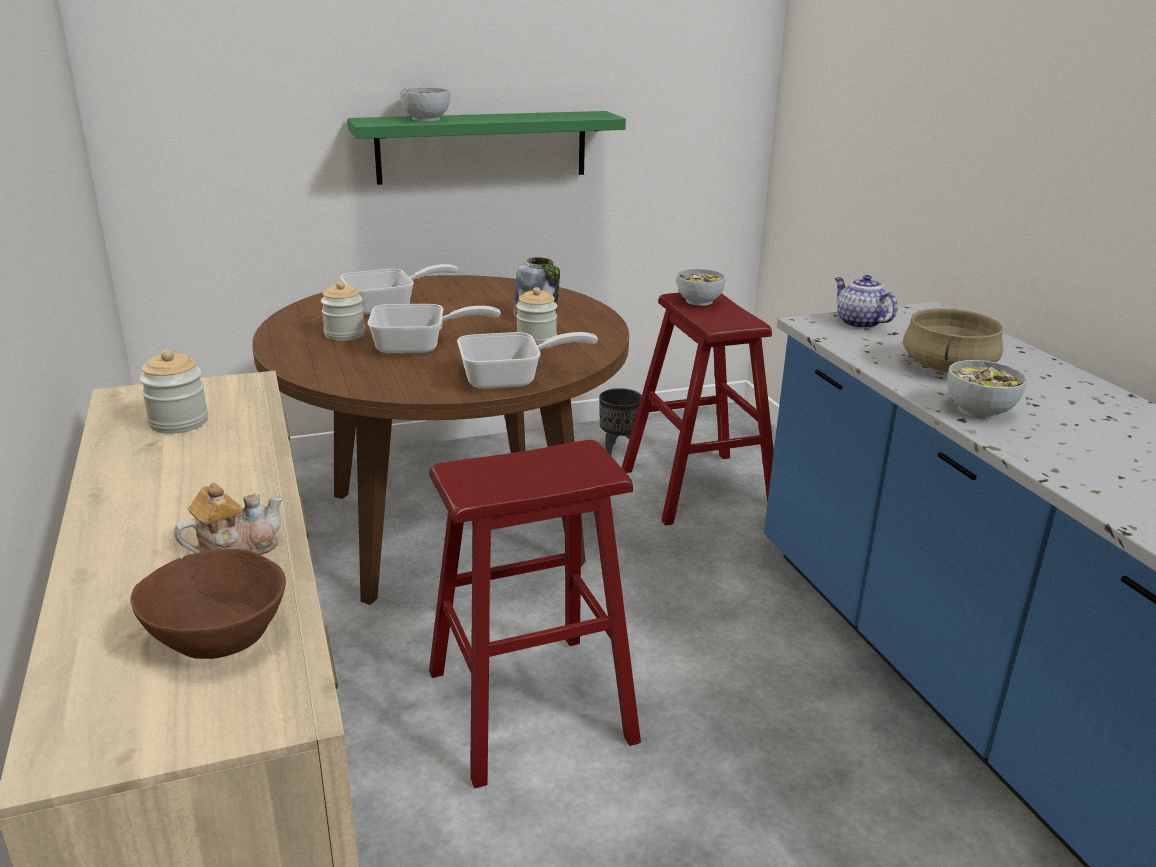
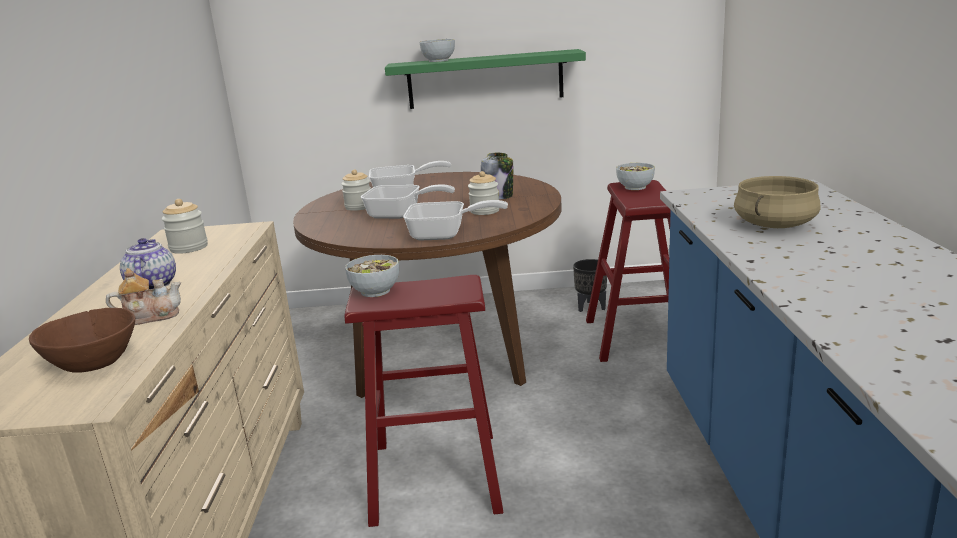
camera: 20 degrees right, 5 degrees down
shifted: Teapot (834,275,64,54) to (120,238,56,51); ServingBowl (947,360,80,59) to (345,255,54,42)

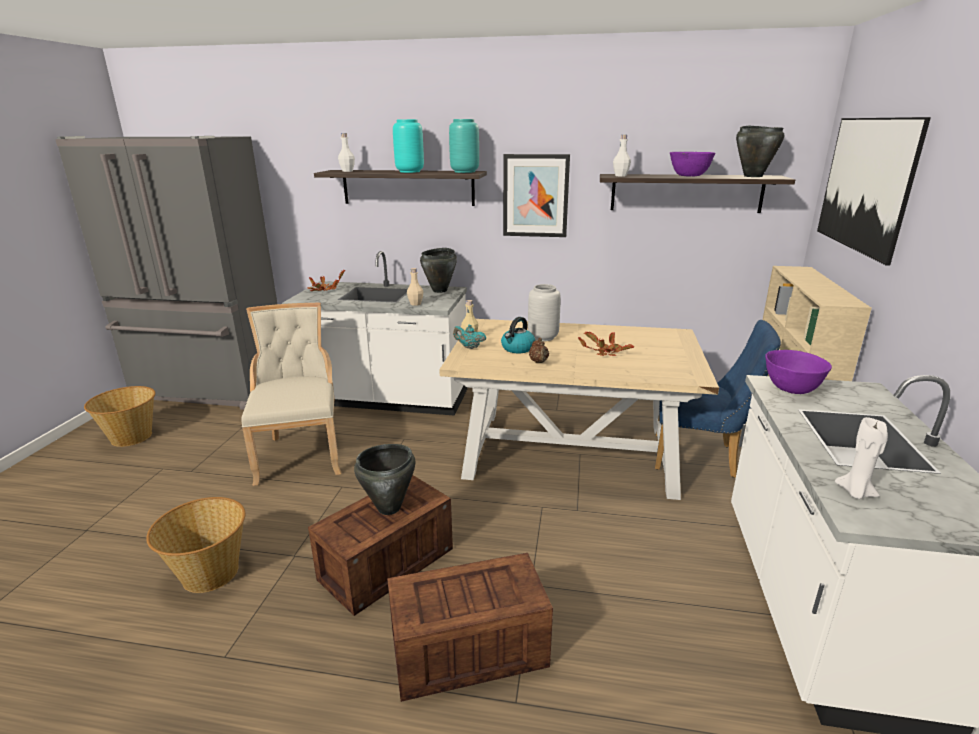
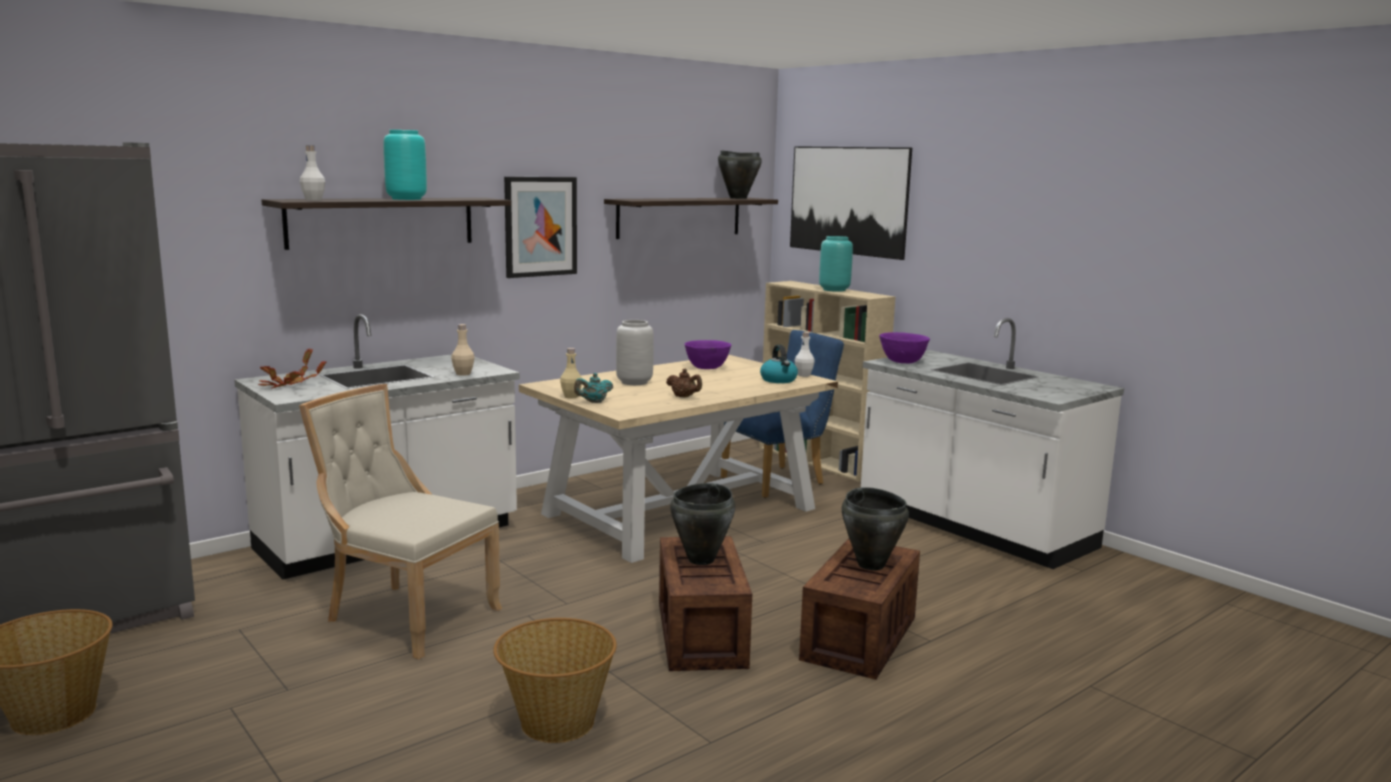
camera: 50 degrees left, 10 degrees down
gone: Houseplant (578,332,56,24); WhiteWaxLight (835,417,53,82)
shifted: BlueGreenFlowerVase (449,119,30,54) to (819,236,34,56); WhiteBeverageBottle (613,135,18,41) to (795,332,20,45); PurpleColouredServingBowl (670,152,45,24) to (684,340,47,29); BlackColouredStockpot (420,248,37,45) to (842,487,67,83); WaterKettle (501,317,35,36) to (760,345,38,38)

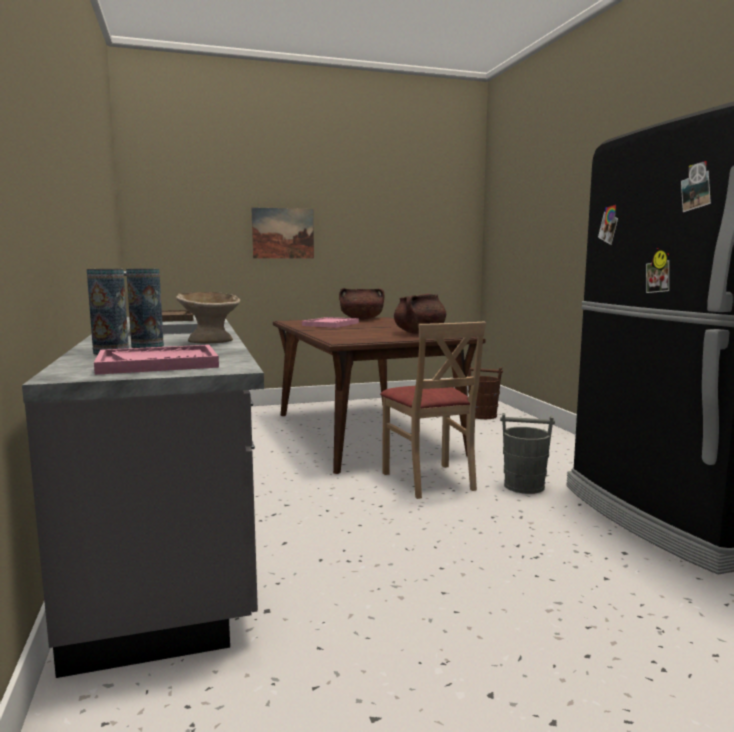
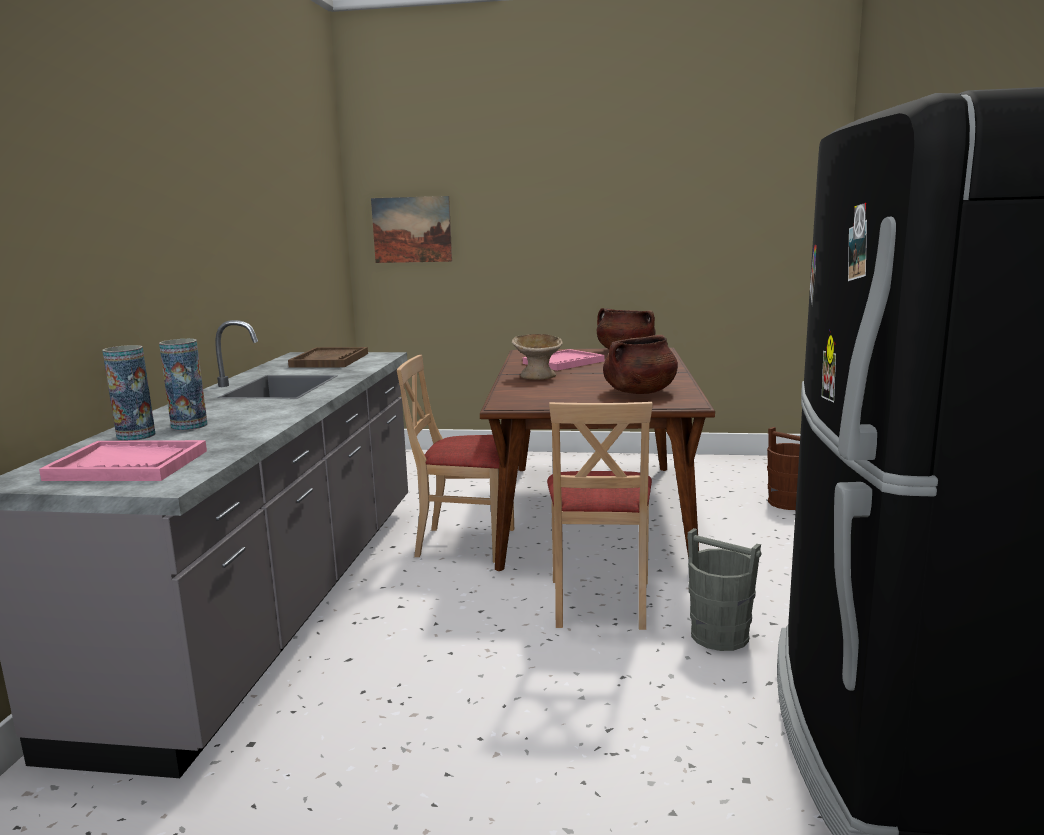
camera: 25 degrees right, 5 degrees up
new: BeigePlainChair (397,355,117,208)
shifted: Picture (251,207,63,52) to (371,196,81,67); BeigeServingBowl (176,292,64,51) to (512,334,51,46)

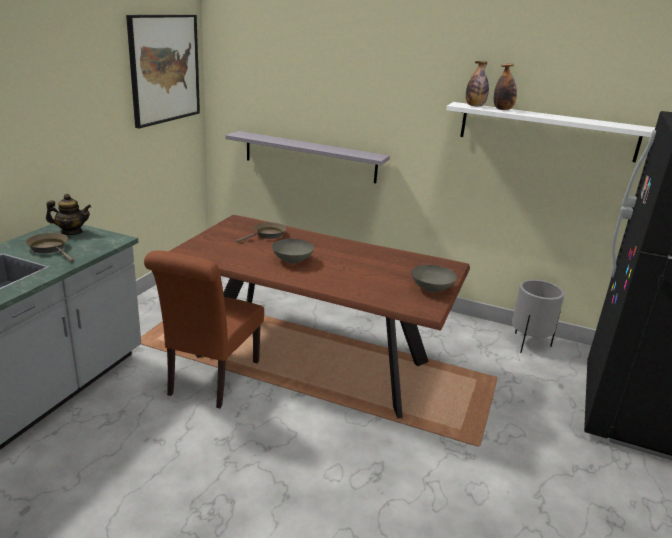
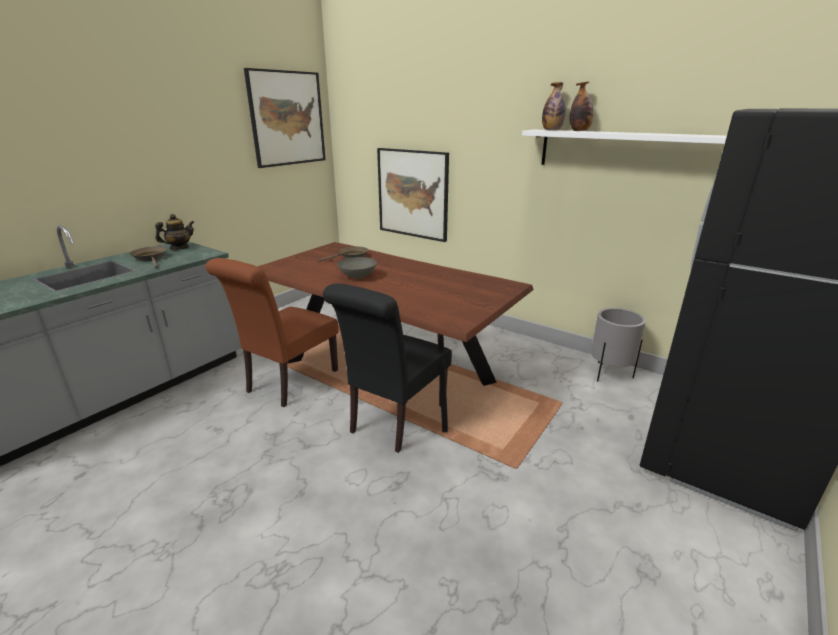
camera: 15 degrees right, 0 degrees up
gone: GreyishServingBowl (412,265,45,28)
new: BlackColouredPlainChair (323,284,129,169)
swapped: GreyishShelf (225,131,165,52) to Picture (377,148,72,94)
rotated: Teapot (46,194,46,41) = (155,214,40,36) 45 degrees counterclockwise

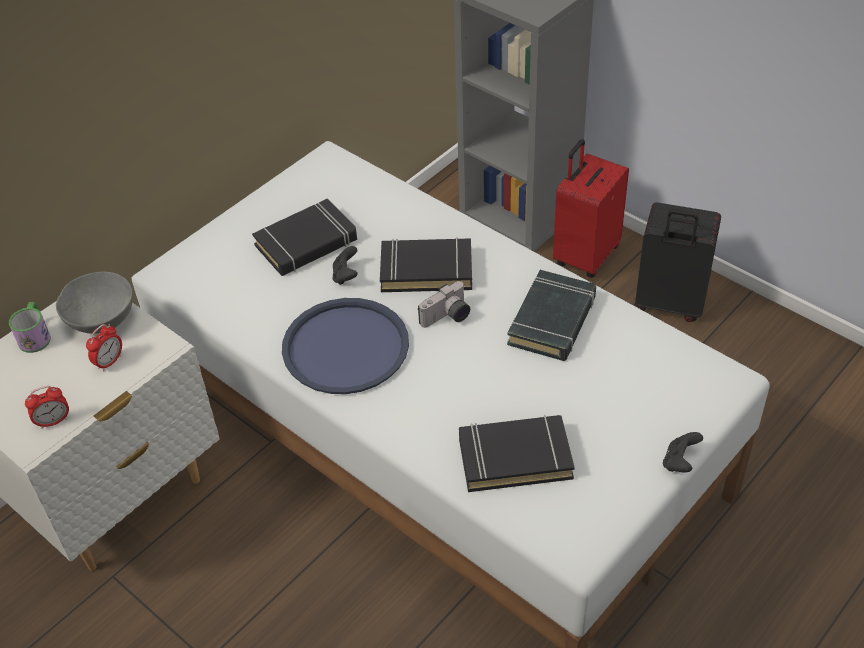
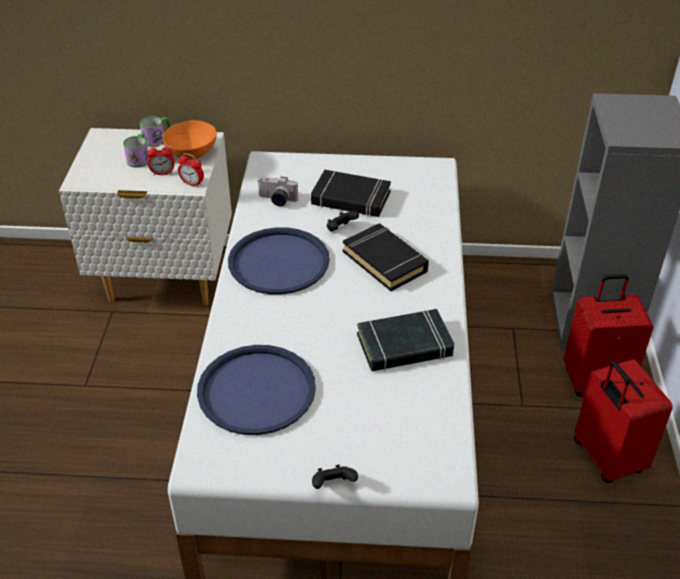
camera: 50 degrees right, 5 degrees down
new: TeaMug (123,134,26,34)
shifted: StillCamera (418,281,52,47) to (257,176,41,30); TableClock (25,386,44,43) to (178,153,26,34)
swapped: BlackColouredBoundBook (459,415,116,77) to BlueColouredServingTray (197,345,119,90)
repainted: BlackColouredTravelCase (634,202,87,120) to RedColouredTravelCase (574,359,99,124); GreyishServingBowl (56,272,77,62) to OrangeColouredServingBowl (163,120,54,40)

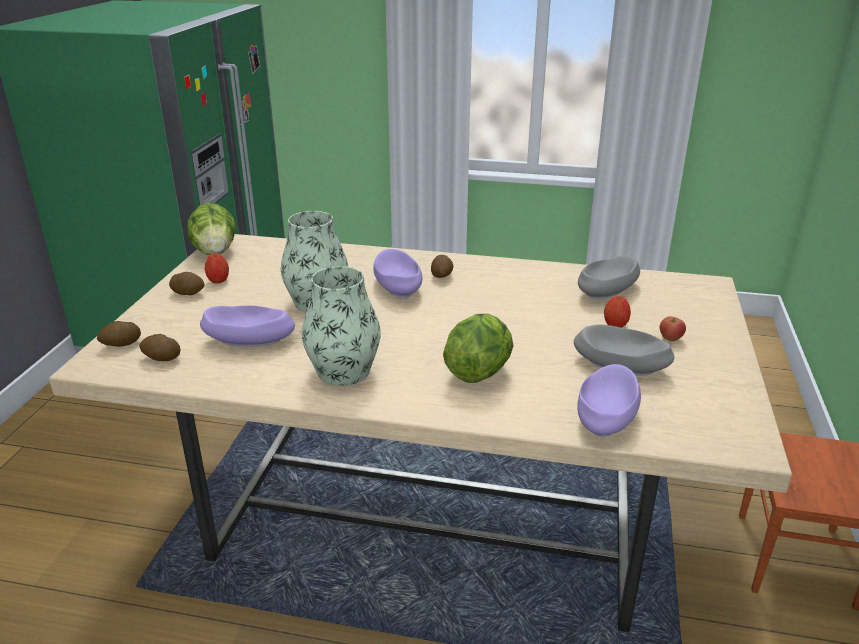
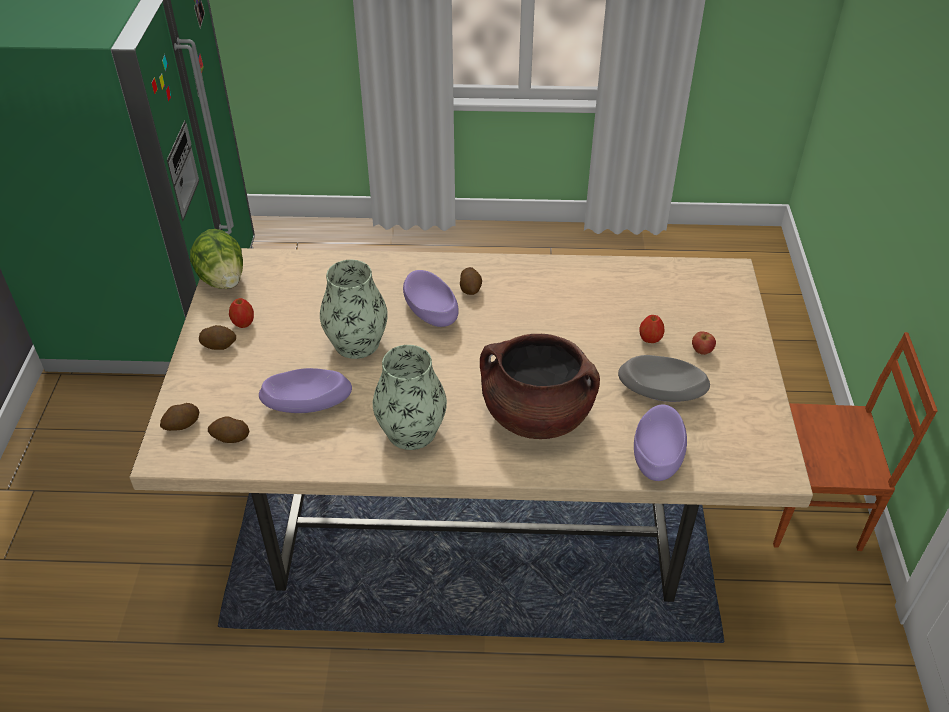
camera: 10 degrees left, 15 degrees up
gone: GreyishServingBowl (578,256,62,44)
swapped: Lettuce (443,314,71,69) to BrownishStockpot (480,334,120,105)

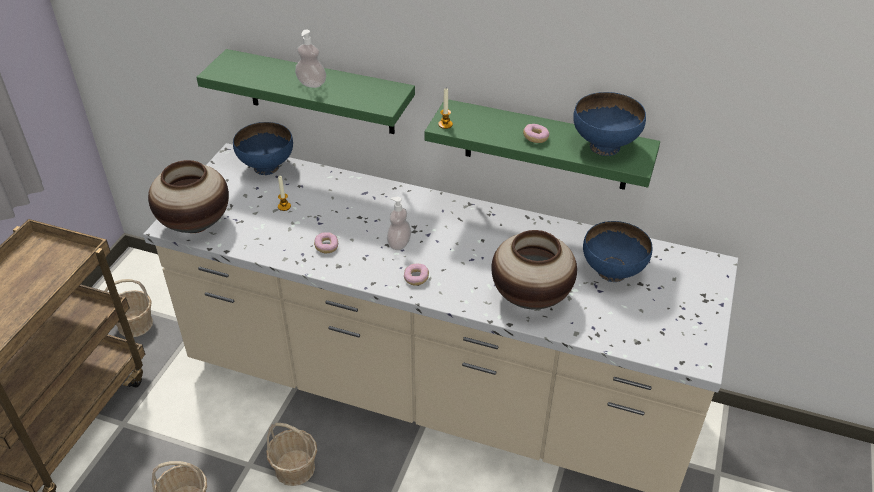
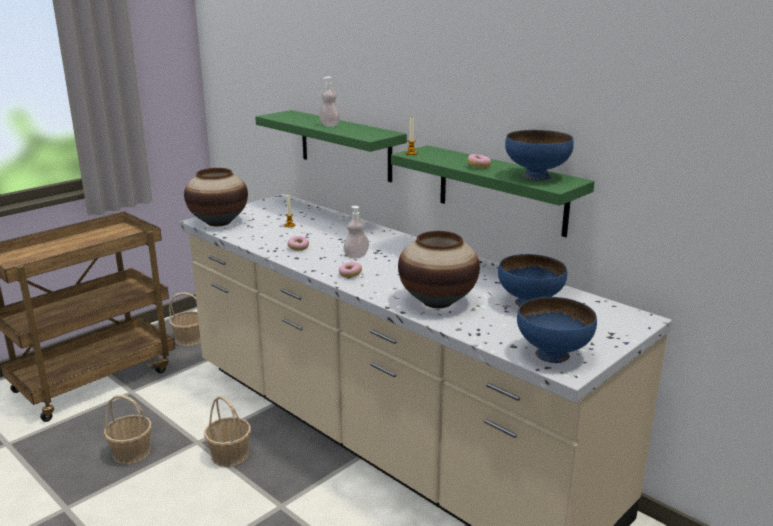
camera: 25 degrees right, 20 degrees down
shifted: BlueColouredServingBowl (233,122,60,53) to (517,297,80,66)

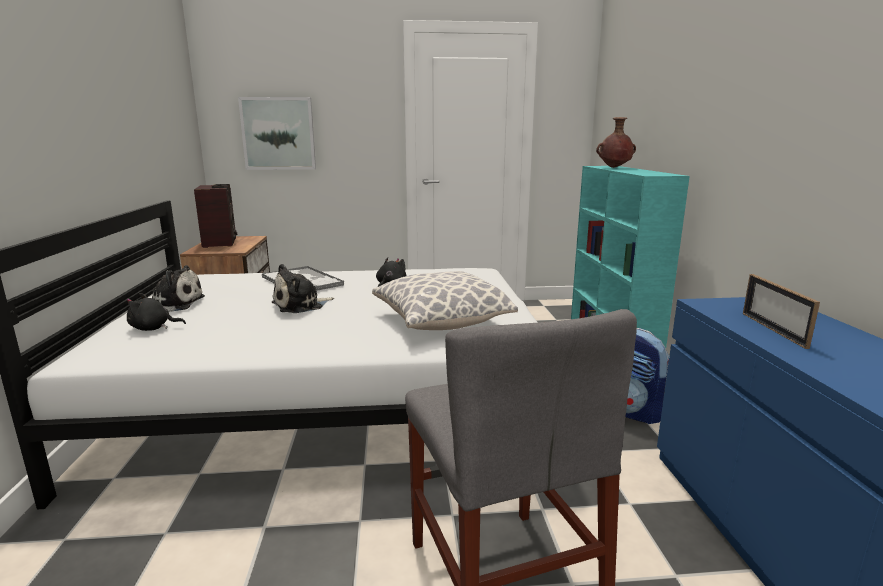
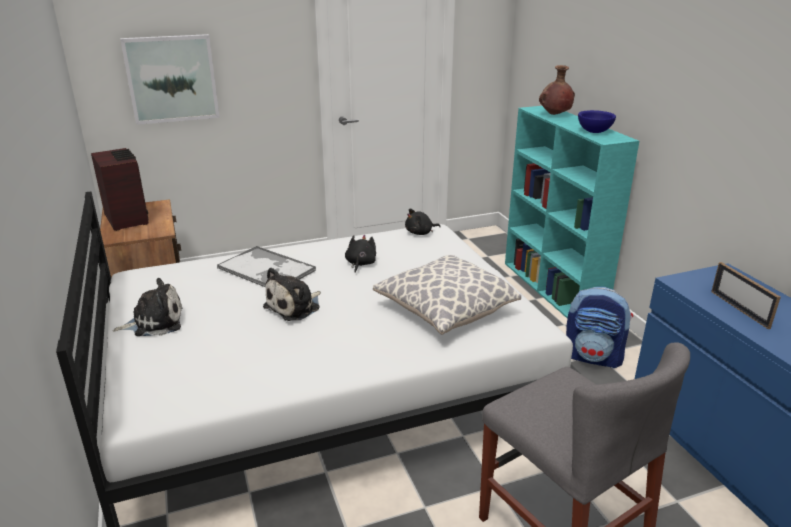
camera: 15 degrees left, 10 degrees up
new: BlueColouredServingBowl (578,110,38,23)
shifted: BlackColouredPlushToy (127,293,59,38) to (405,208,36,27)

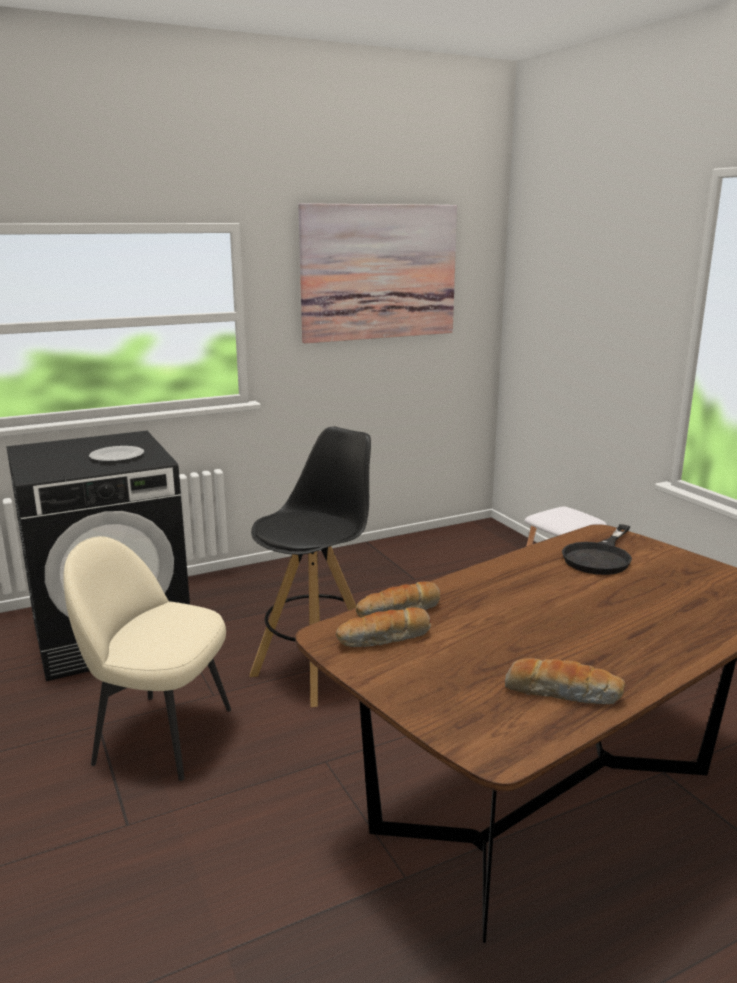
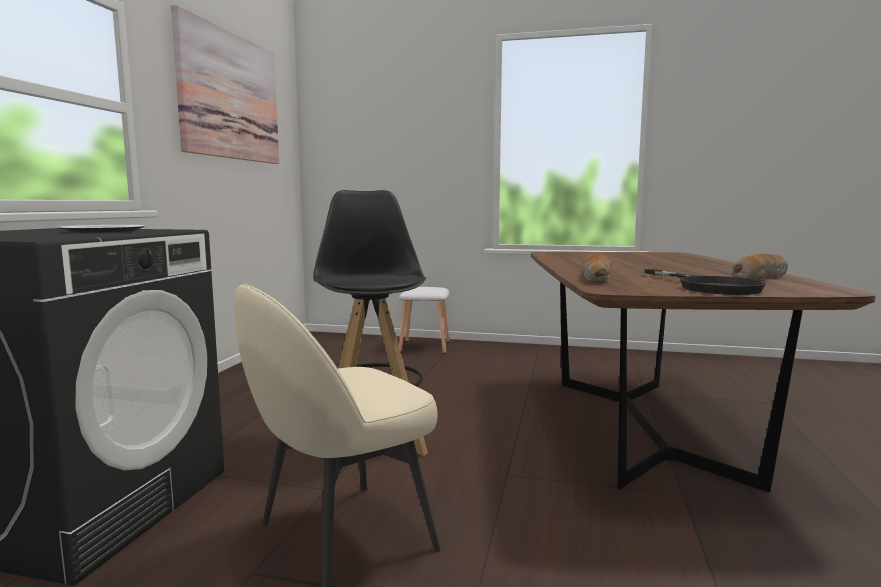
camera: 50 degrees left, 10 degrees down
gone: Bread (336,607,95,40)
shifted: BlackColouredSkillet (562,524,70,51) to (644,269,122,26)

